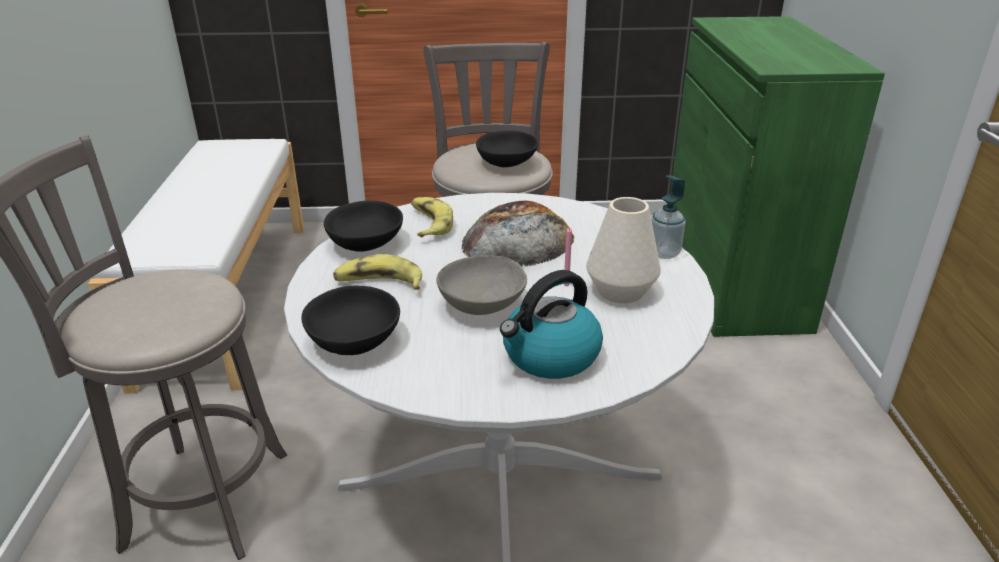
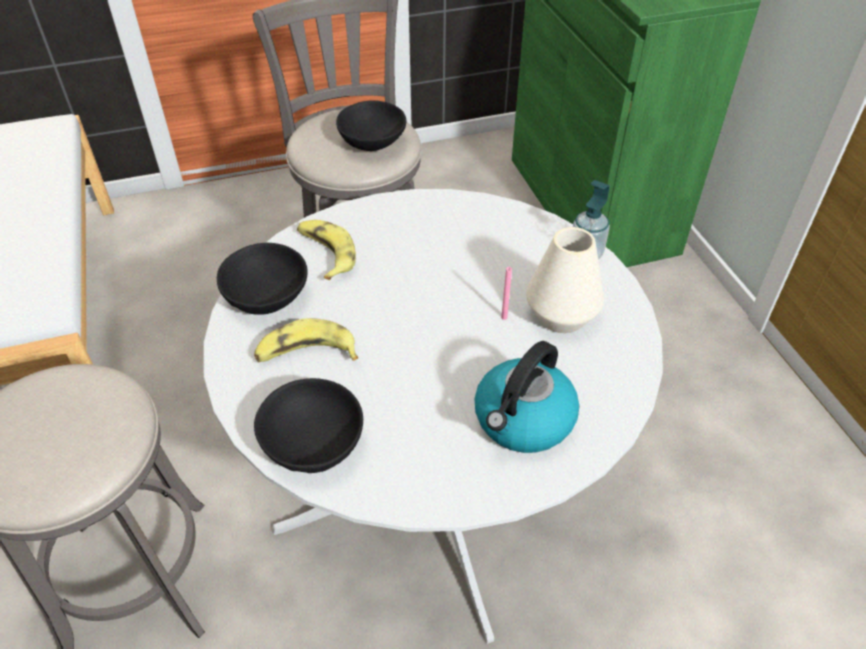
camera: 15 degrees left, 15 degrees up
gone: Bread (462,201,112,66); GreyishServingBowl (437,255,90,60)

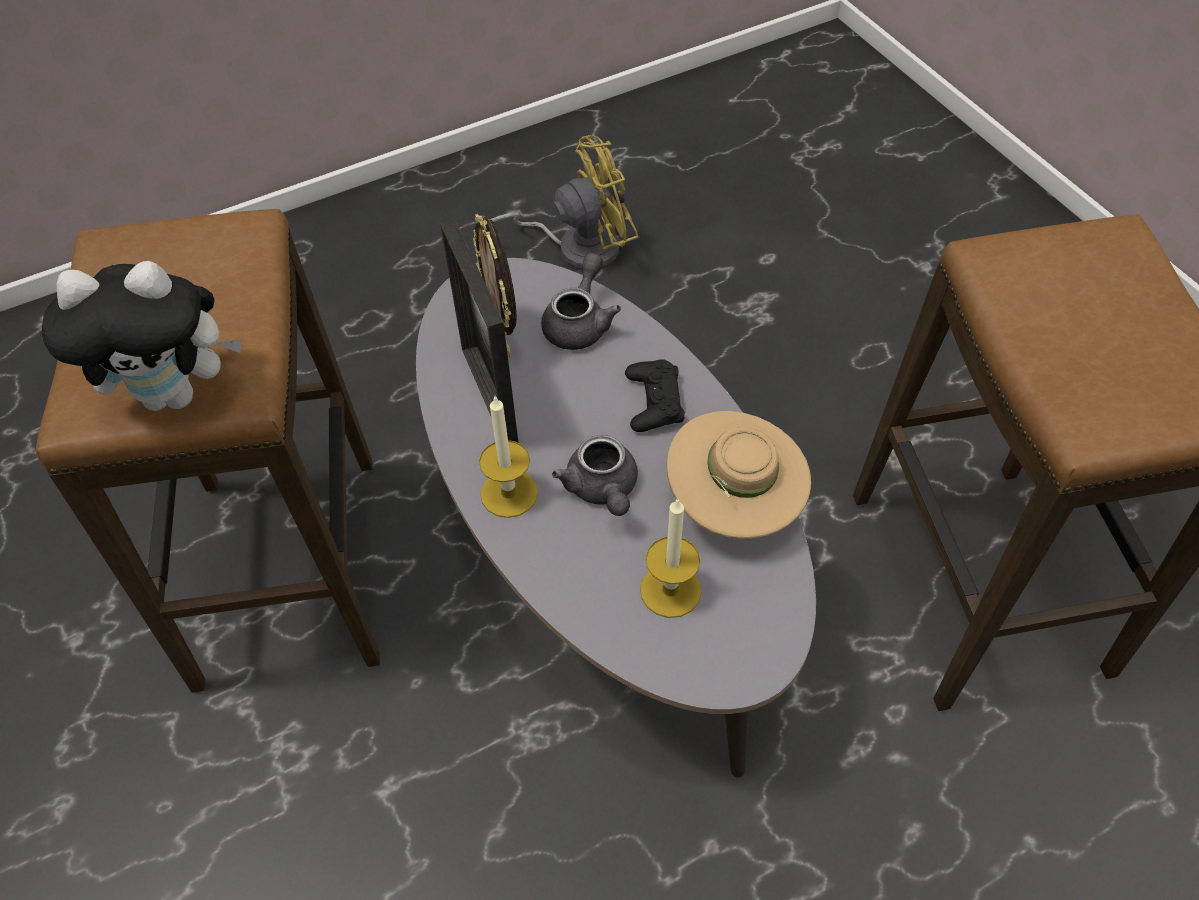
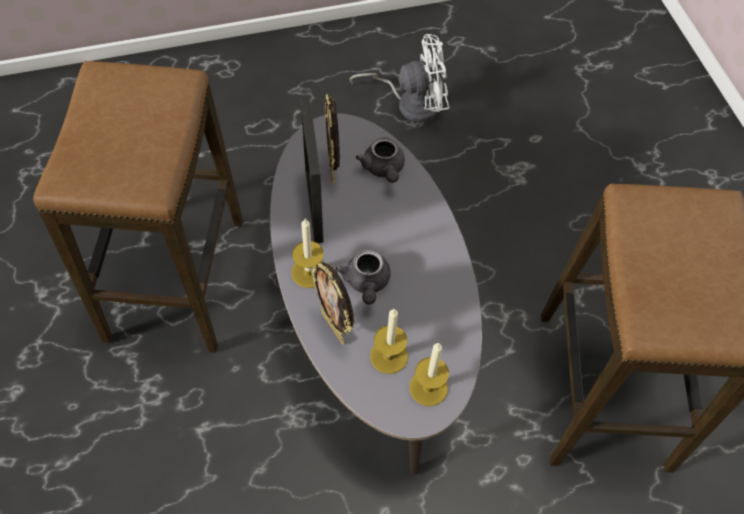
camera: 10 degrees right, 5 degrees up
gone: PlushToy (42,261,200,150); BlackColouredGameController (625,359,60,73); BeigeWearableHat (667,411,144,128)
new: StandingFrame (310,262,44,82); WaxLight (409,343,40,63)
repainted: YellowColouredCoolingFan (491,135,148,135) to WhiteCoolingFan (350,34,99,89)
rotated: GreyishTeapot (541,253,80,97) = (356,137,49,46) 135 degrees clockwise

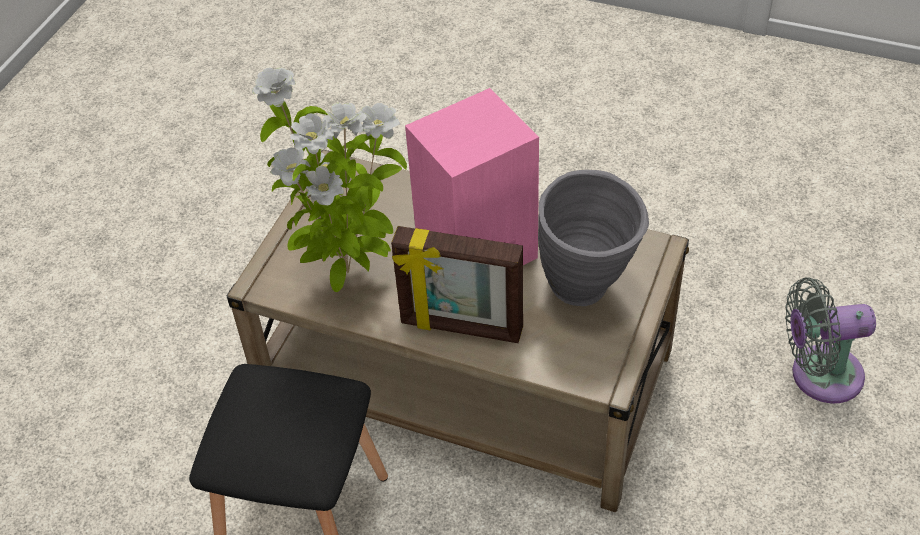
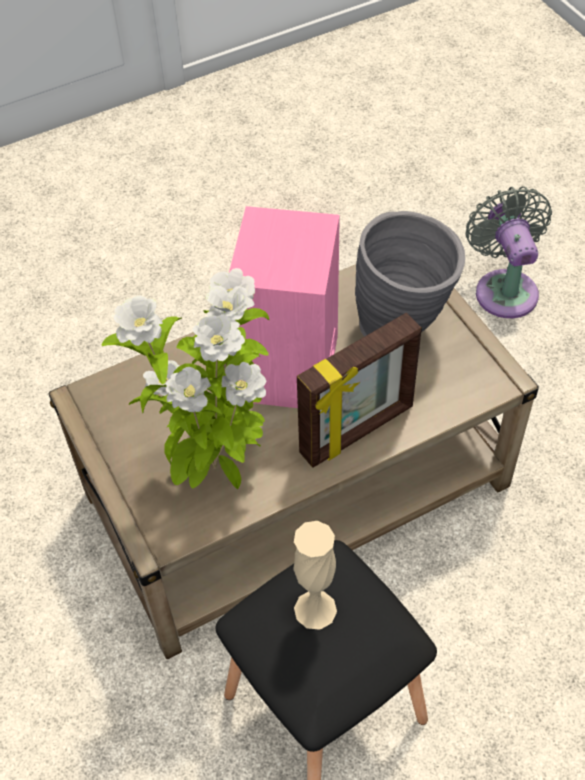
camera: 50 degrees left, 5 degrees up
new: BeigeFlowerVase (293,521,44,109)
rotated: GreyishCoolingFan (785,277,91,126) = (465,186,87,132) 135 degrees clockwise

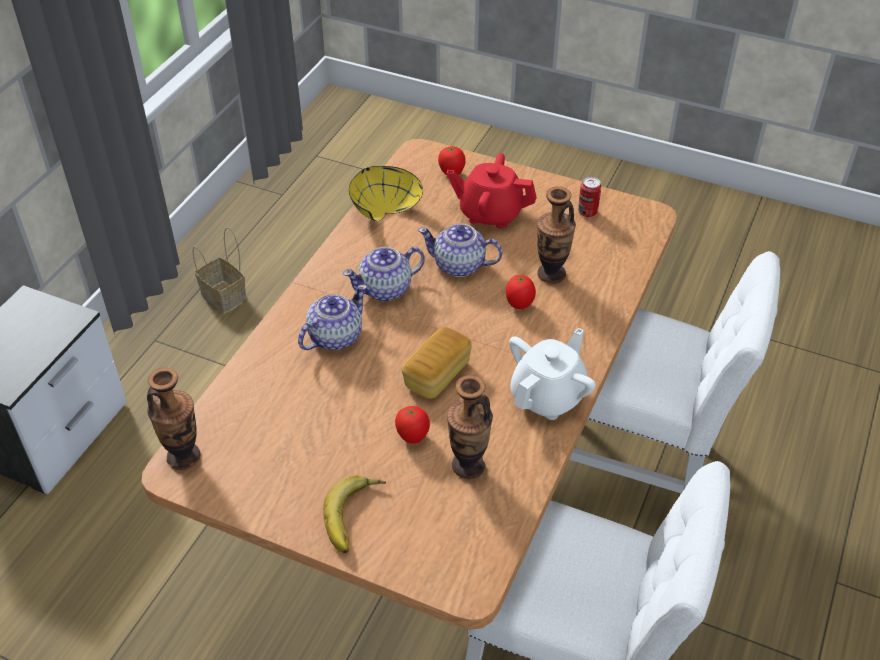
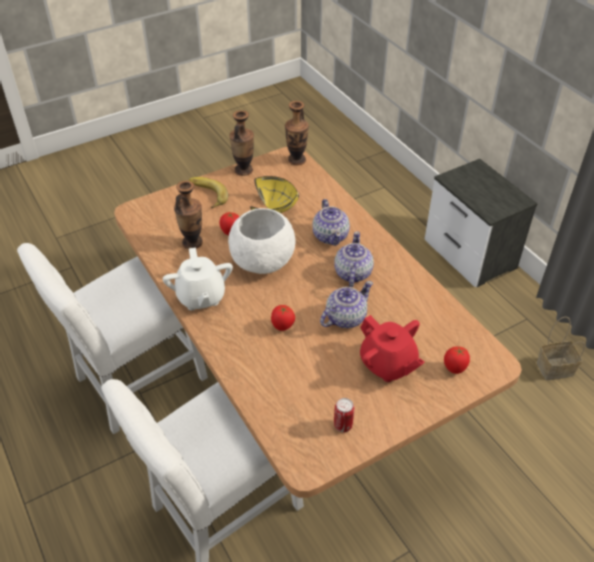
camera: 125 degrees right, 0 degrees up
shifted: YellowColouredServingBowl (349,166,74,55) to (250,176,49,37); FlowerVase (537,187,39,97) to (229,110,25,66)
swapped: Bread (401,327,70,72) to WhiteServingBowl (228,208,68,66)
rotated: RedColouredTeapot (446,153,91,76) = (360,315,65,67) 90 degrees clockwise

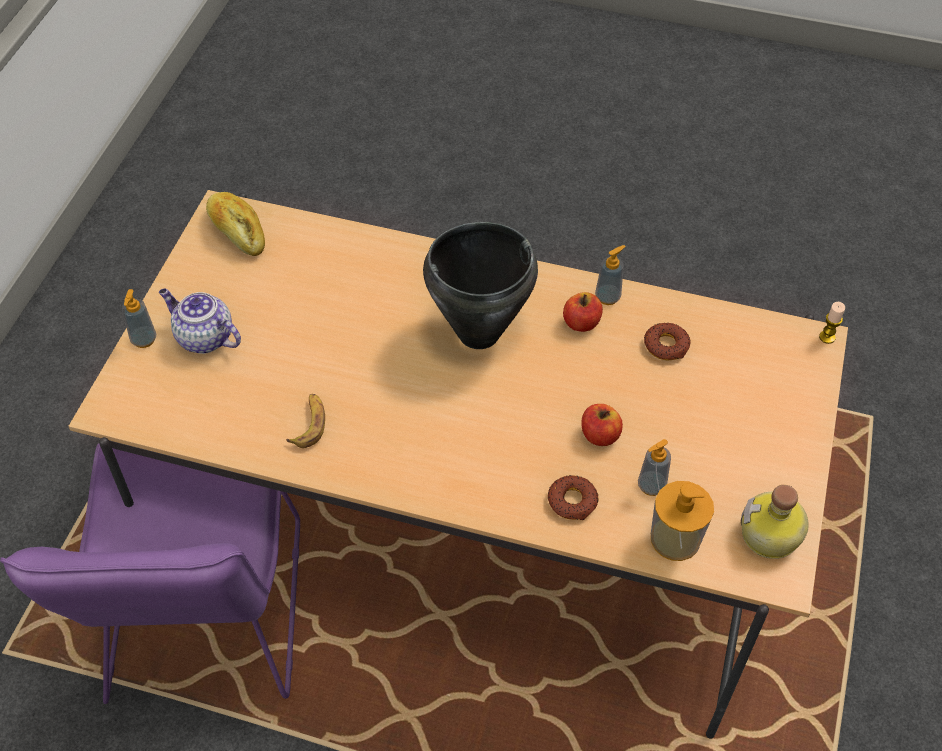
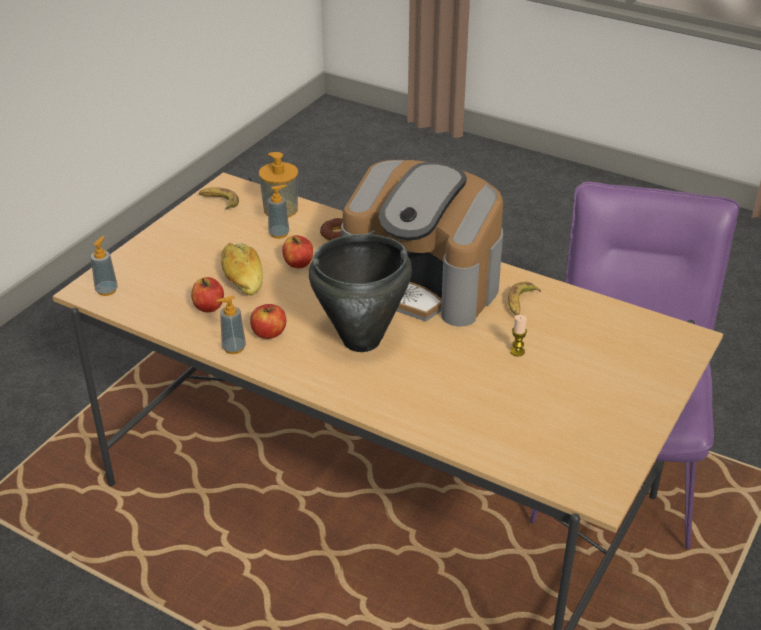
camera: 165 degrees left, 15 degrees down
gone: Teapot (159,288,82,66)
new: CoffeeMachine (341,160,162,167)
shifted: Bread (206,192,59,64) to (221,243,42,53); SoapBottle (122,289,34,59) to (91,236,27,60); WaxLight (819,302,26,42) to (510,315,17,42)
swapped: Donut (644,323,47,38) to AppleFruit (191,277,33,35); BeverageBottle (741,485,67,74) to BananaFruit (199,187,40,23)

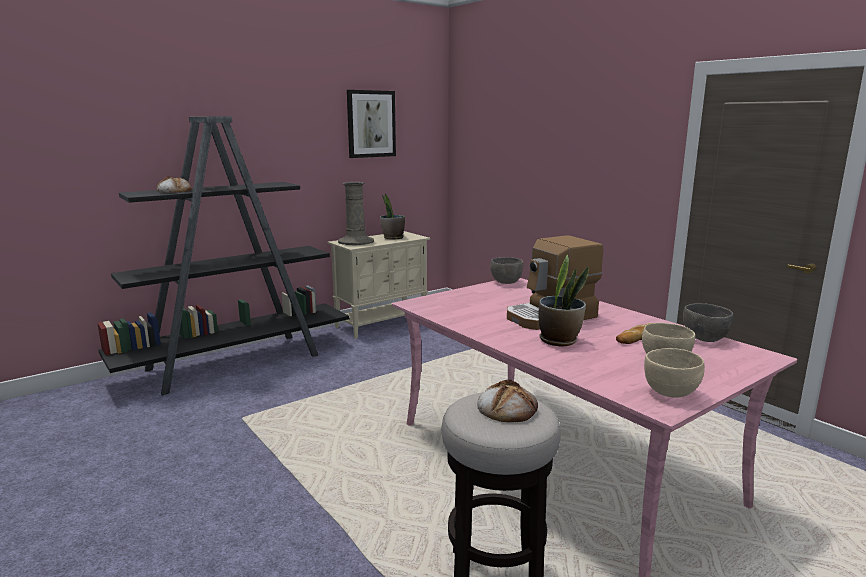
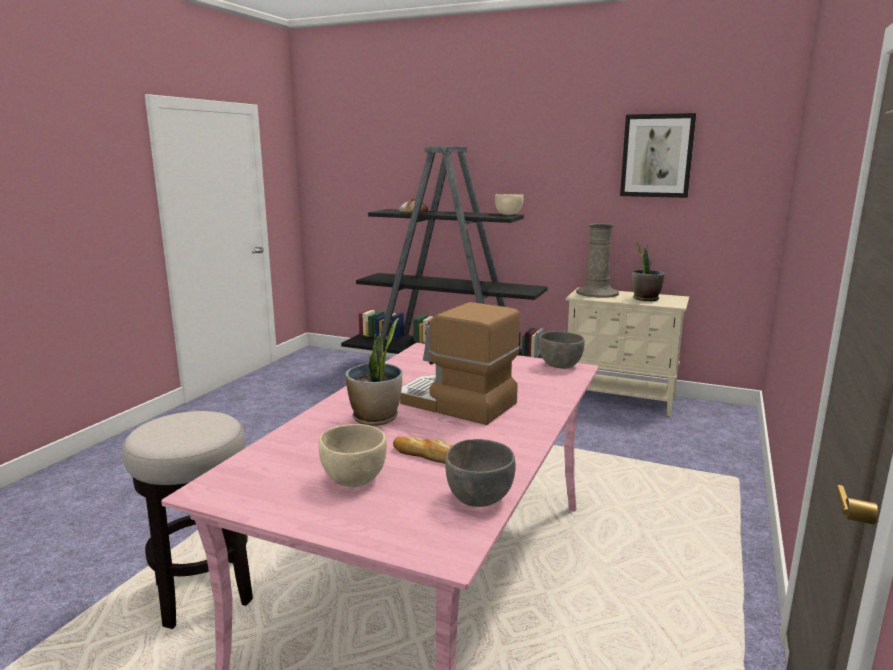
camera: 60 degrees right, 0 degrees up
gone: Bread (477,379,61,43)
shifted: BeigeServingBowl (644,348,61,50) to (495,194,29,21)

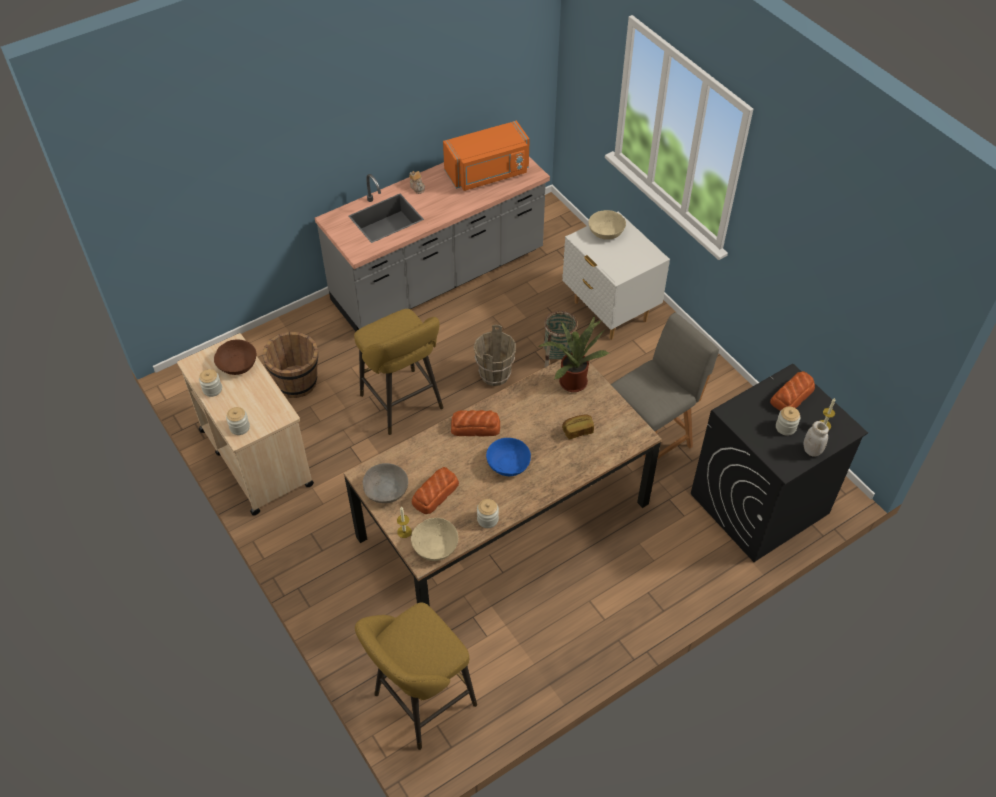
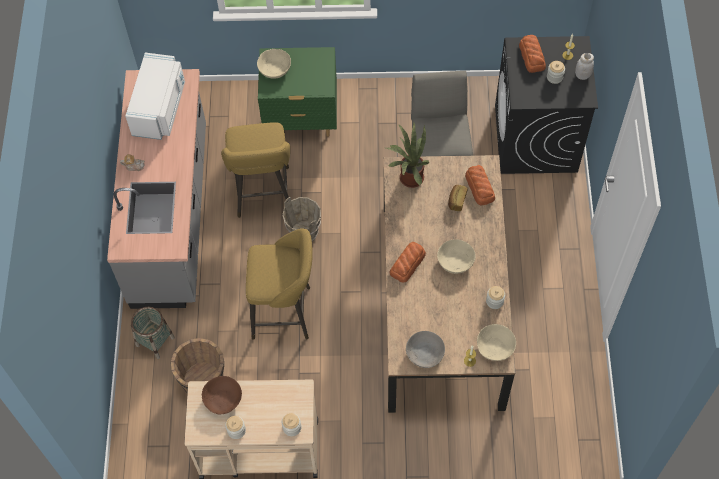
camera: 55 degrees left, 10 degrees up
shifted: StorageBasket (543,311,35,57) to (131,306,44,53); Bread (412,467,47,47) to (465,165,30,41); YellowColouredStool (355,603,122,147) to (221,122,69,96)
repainted: OrangeColouredMicrowaveOven (443,120,87,71) to WhiteMicrowaveOven (125,53,60,87); WhiteNightstand (562,211,108,129) to GreenColouredNightstand (258,47,79,90); BlueColouredServingBowl (486,438,45,38) to BeigeServingBowl (437,239,39,35)

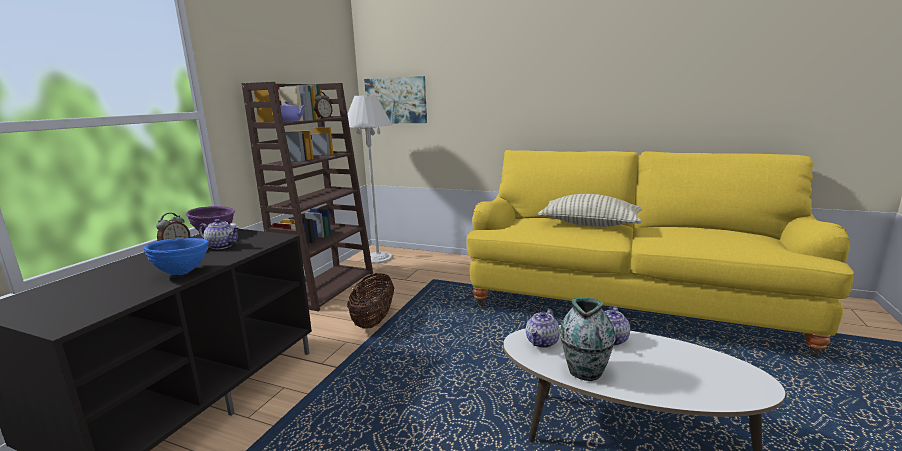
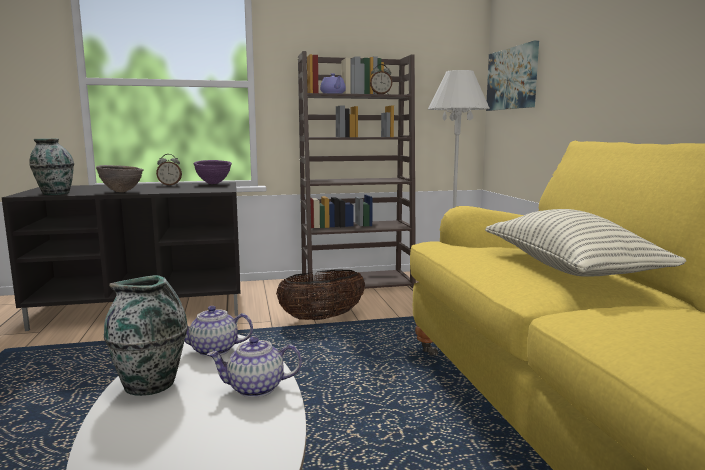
camera: 55 degrees right, 5 degrees down
gone: Teapot (199,219,41,30)
new: FlowerVase (29,139,45,56)
repainted: BlueColouredServingBowl (144,238,65,37) to BrownishServingBowl (96,165,48,27)

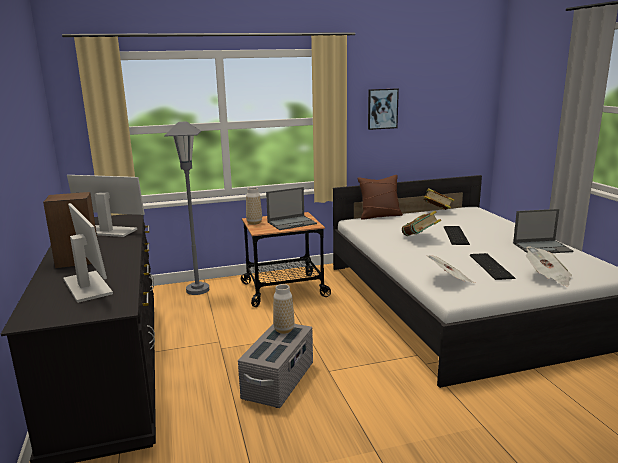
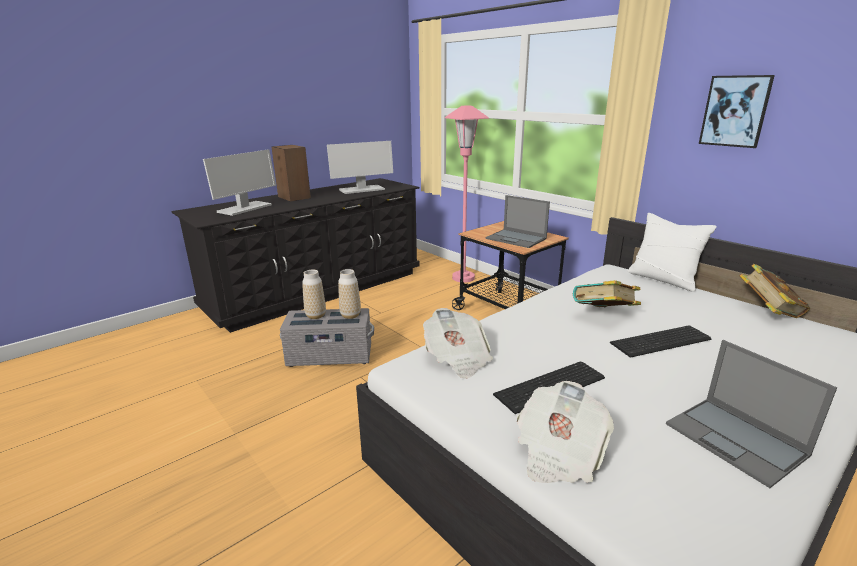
camera: 65 degrees right, 5 degrees up
shifted: FlowerVase (246,187,16,38) to (302,269,24,50)
repainted: GreyishStandardLamp (164,122,45,173) to PinkishStandardLamp (445,105,44,178); BrownishPillow (357,175,46,45) to WhitePillow (627,213,90,79)
rotated: Monitor (67,175,78,62) = (327,141,66,53) 75 degrees clockwise

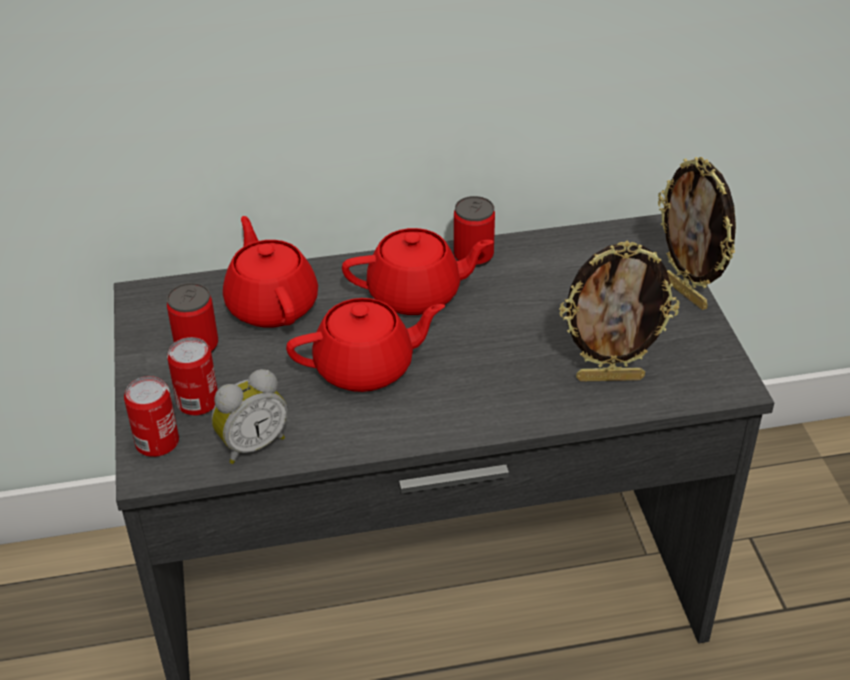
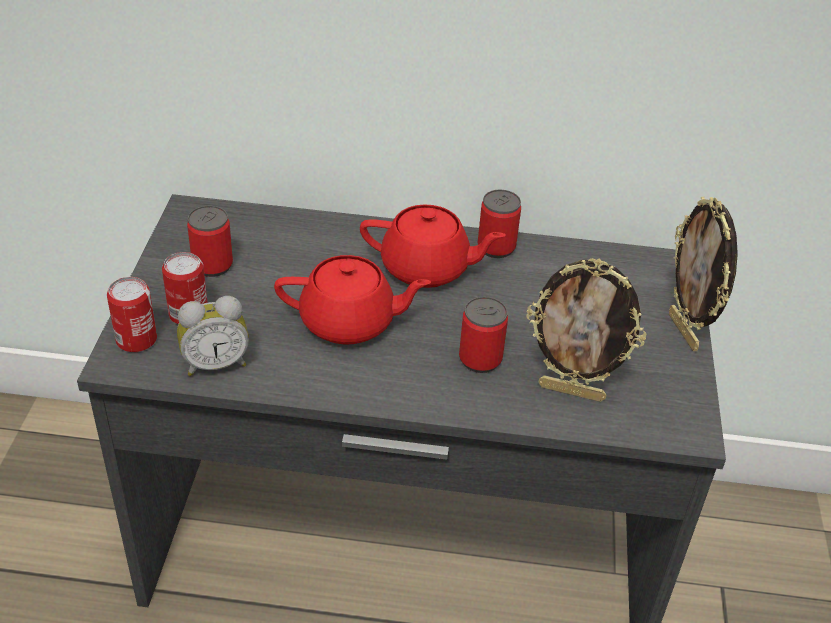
camera: 15 degrees right, 0 degrees up
gone: RedColouredTeapot (223,216,95,112)
new: MetalCan (459,297,49,76)

